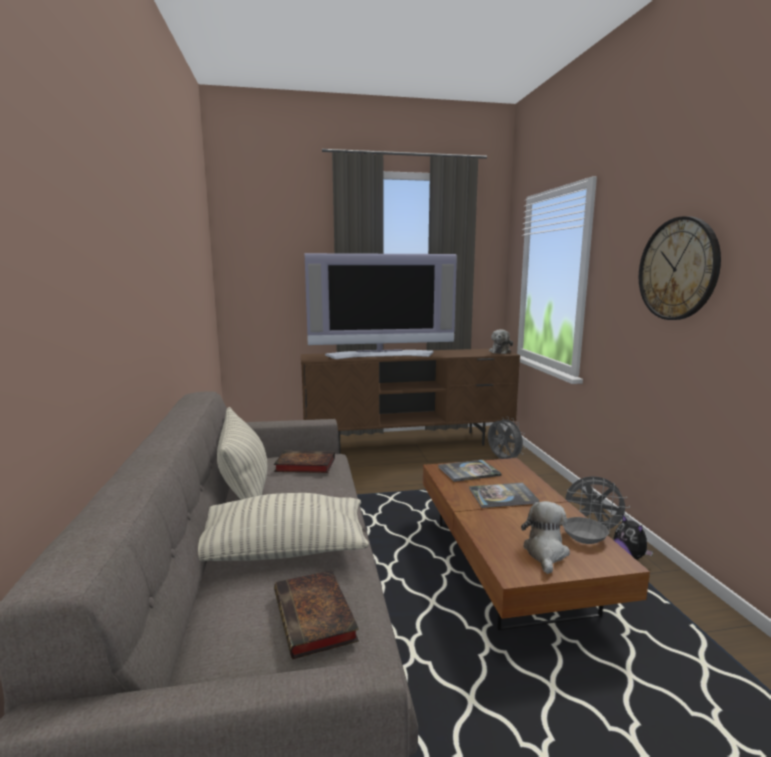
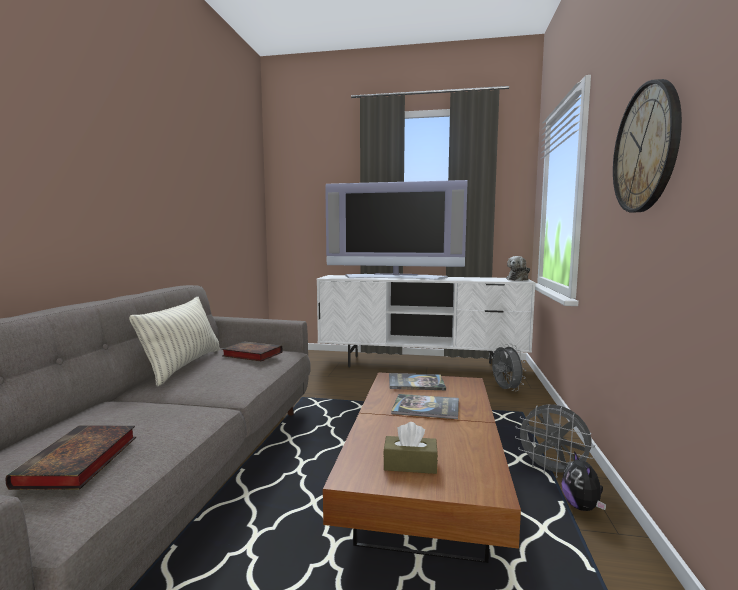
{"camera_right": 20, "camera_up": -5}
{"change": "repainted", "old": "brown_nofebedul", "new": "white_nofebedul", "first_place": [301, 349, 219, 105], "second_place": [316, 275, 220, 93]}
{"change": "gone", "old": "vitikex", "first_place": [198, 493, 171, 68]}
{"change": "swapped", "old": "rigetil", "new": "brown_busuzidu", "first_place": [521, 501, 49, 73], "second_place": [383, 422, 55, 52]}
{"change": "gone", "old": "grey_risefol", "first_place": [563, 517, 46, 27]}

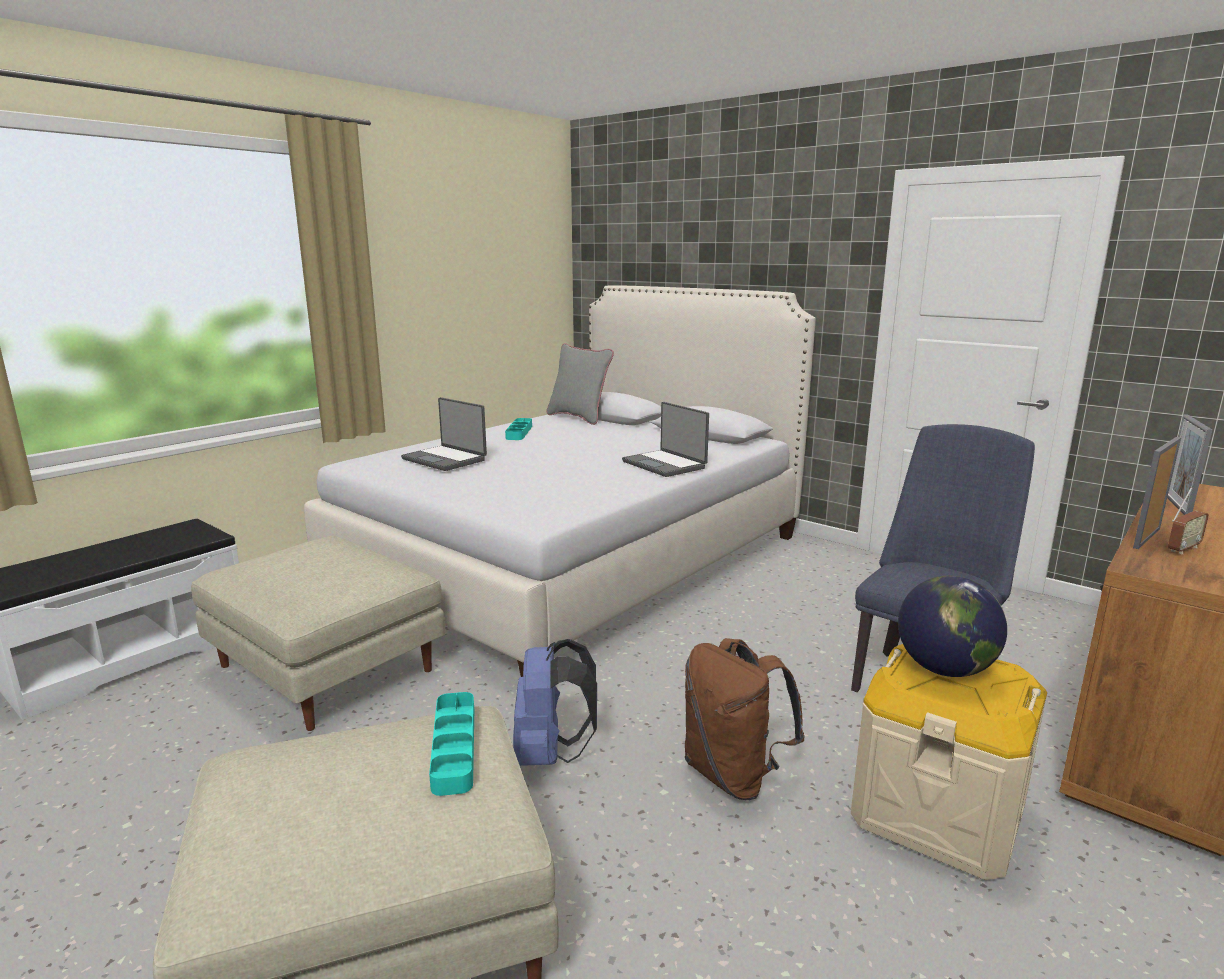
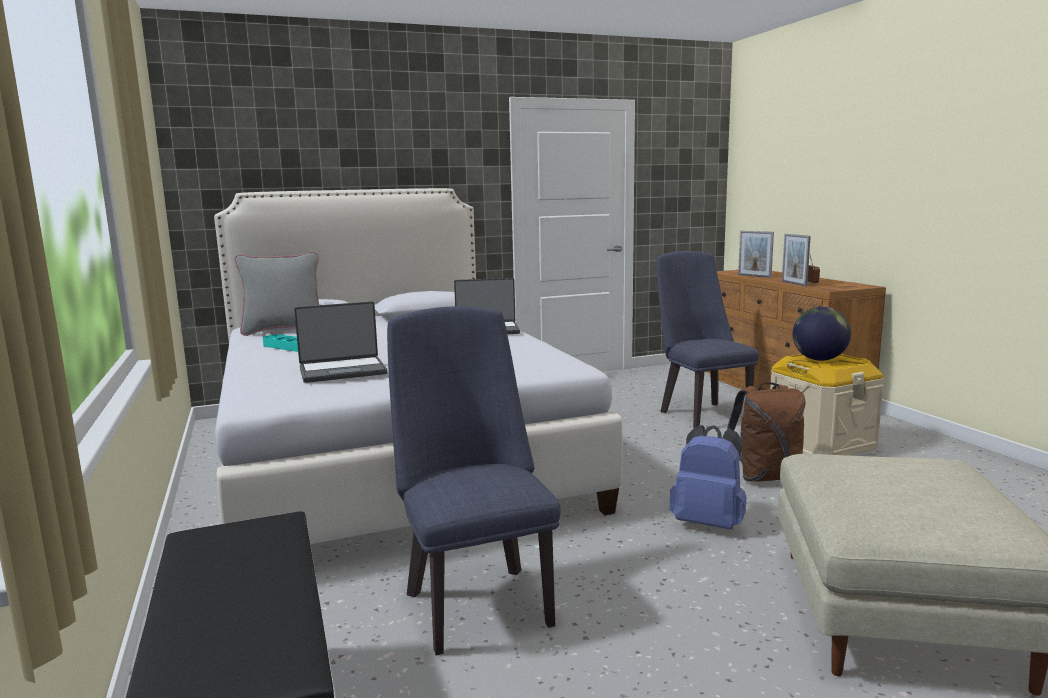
{"camera_right": -60, "camera_up": -5}
{"change": "swapped", "old": "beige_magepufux", "new": "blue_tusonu", "first_place": [191, 536, 254, 195], "second_place": [387, 307, 174, 348]}
{"change": "gone", "old": "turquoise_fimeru", "first_place": [429, 692, 45, 104]}

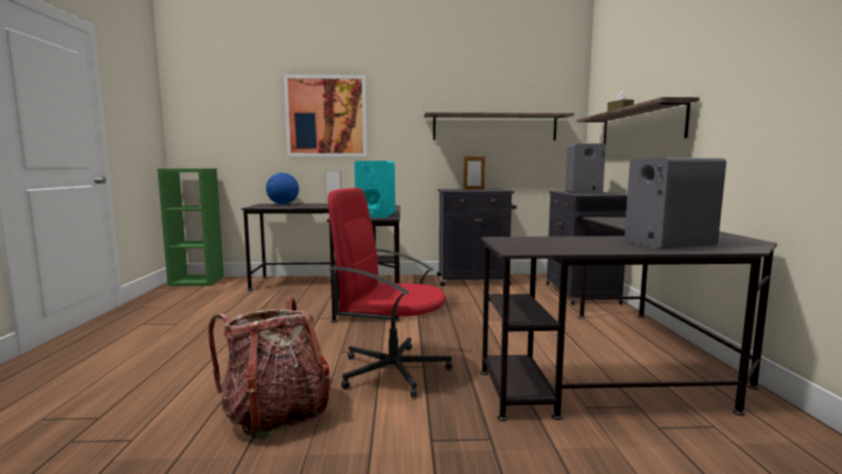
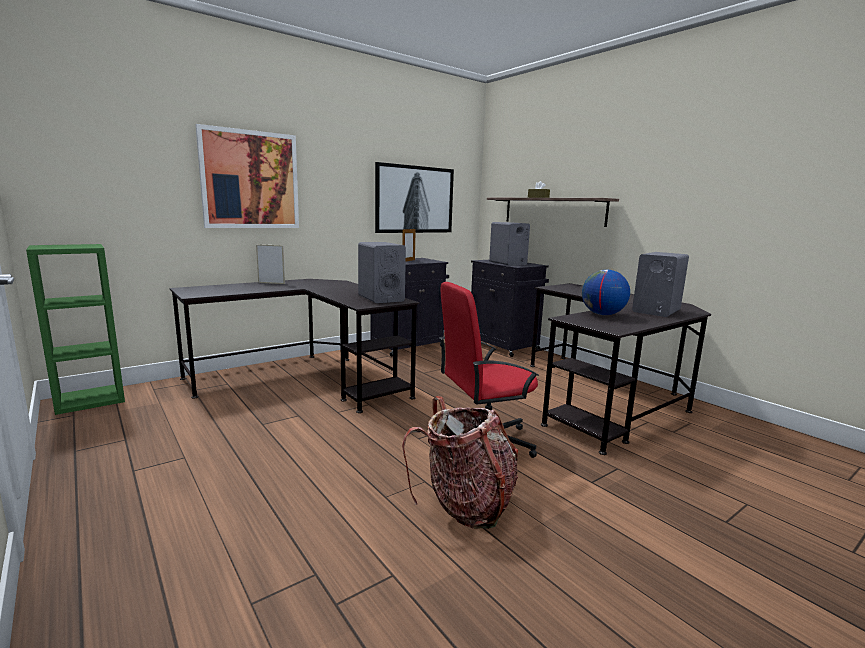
{"camera_right": -35, "camera_up": 5}
{"change": "swapped", "old": "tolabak", "new": "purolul", "first_place": [424, 112, 150, 29], "second_place": [375, 162, 79, 71]}
{"change": "repainted", "old": "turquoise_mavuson", "new": "grey_mavuson", "first_place": [354, 161, 41, 57], "second_place": [358, 242, 48, 61]}
{"change": "shifted", "old": "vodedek", "first_place": [266, 173, 33, 31], "second_place": [582, 270, 48, 45]}

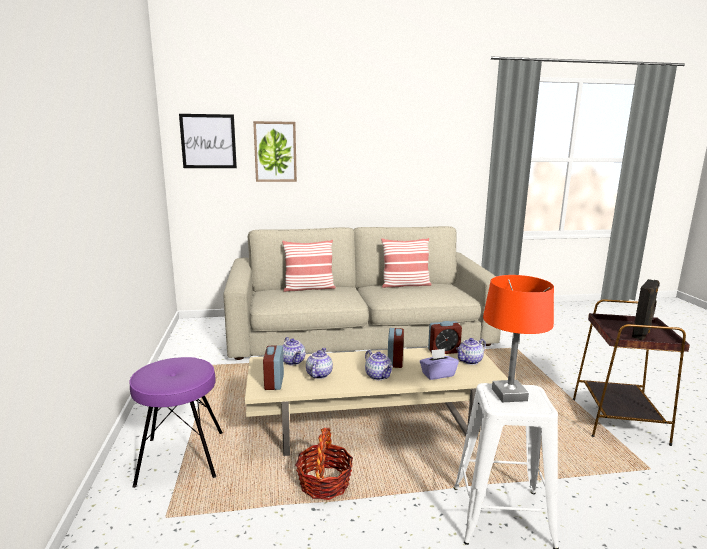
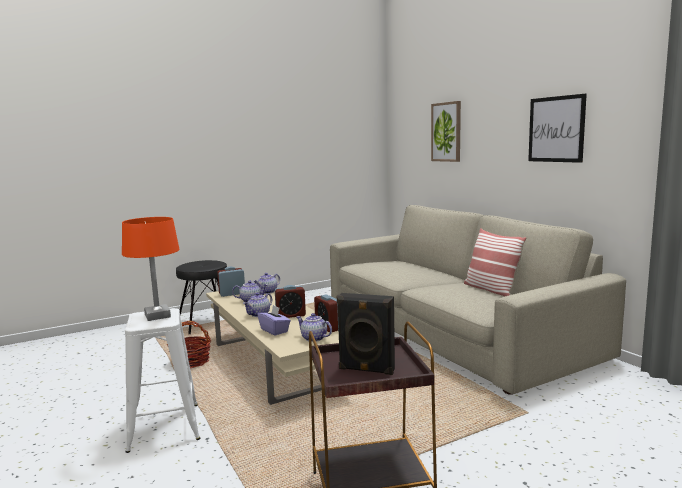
{"camera_right": 70, "camera_up": -5}
{"change": "shifted", "old": "purolul", "first_place": [179, 114, 58, 54], "second_place": [528, 94, 59, 69]}
{"change": "gone", "old": "vitikex", "first_place": [282, 240, 54, 52]}
{"change": "repainted", "old": "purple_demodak", "new": "black_demodak", "first_place": [129, 357, 94, 131], "second_place": [176, 260, 51, 74]}

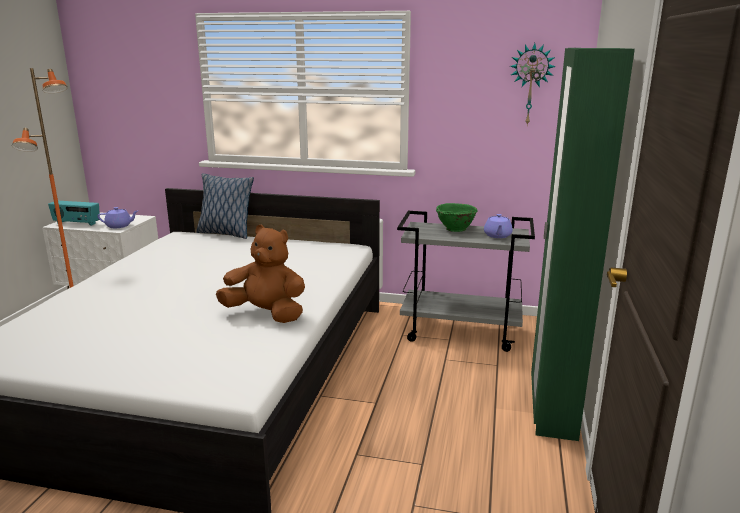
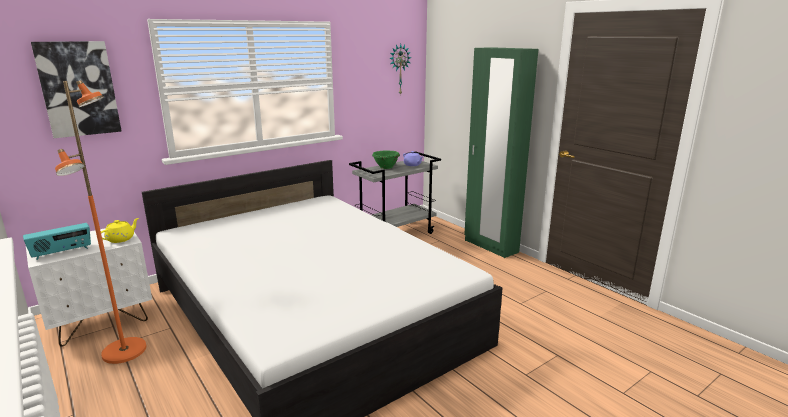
{"camera_right": -50, "camera_up": 0}
{"change": "gone", "old": "vitikex", "first_place": [196, 173, 58, 66]}
{"change": "repainted", "old": "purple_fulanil", "new": "yellow_fulanil", "first_place": [97, 207, 41, 21], "second_place": [101, 218, 38, 25]}
{"change": "gone", "old": "brown_rigetil", "first_place": [216, 225, 89, 98]}
{"change": "new", "new": "purolul", "second_place": [31, 41, 90, 97]}

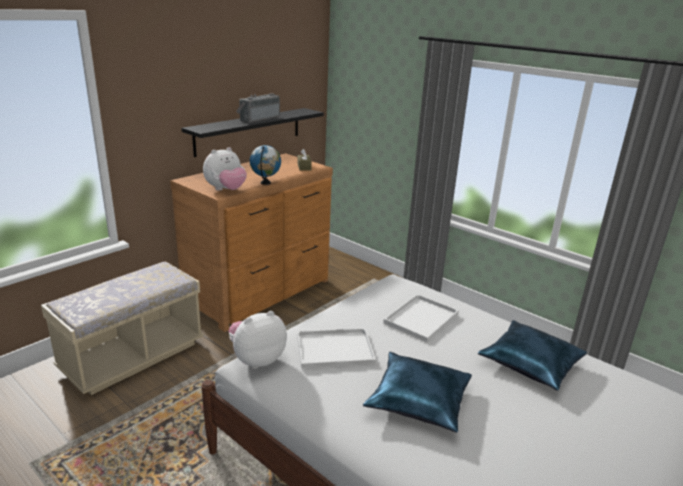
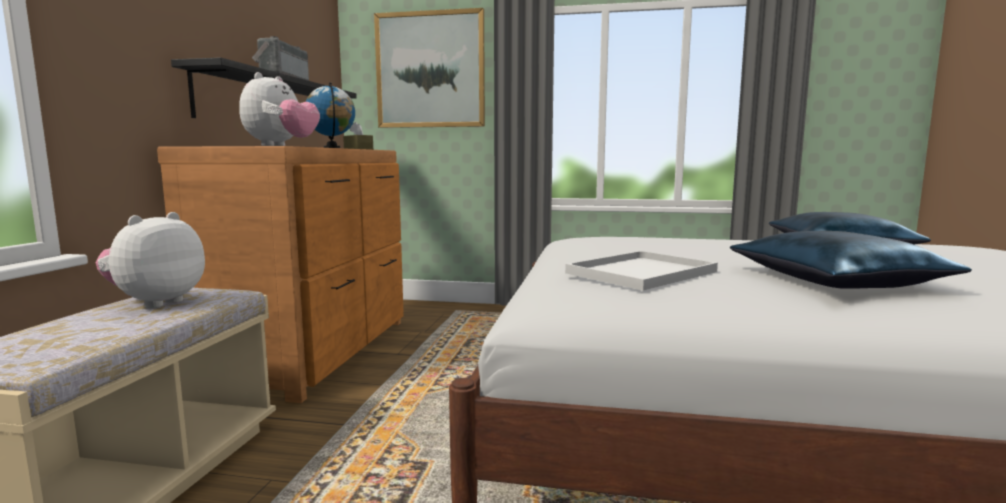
{"camera_right": -30, "camera_up": -15}
{"change": "gone", "old": "white_fimeru", "first_place": [383, 294, 76, 48]}
{"change": "shifted", "old": "rigetil", "first_place": [228, 311, 59, 58], "second_place": [96, 212, 109, 96]}
{"change": "new", "new": "purolul", "second_place": [374, 8, 111, 120]}

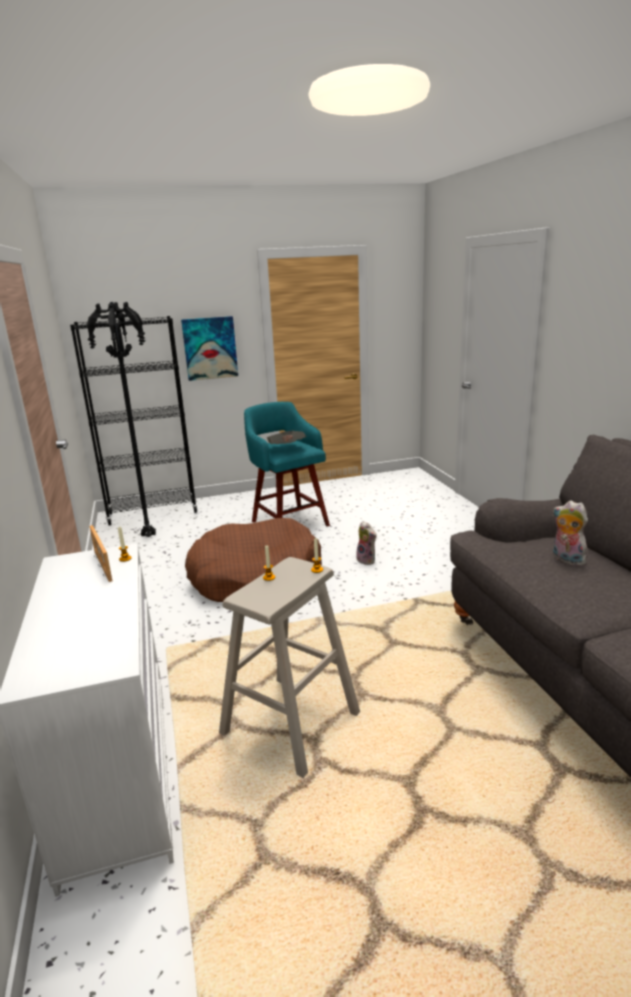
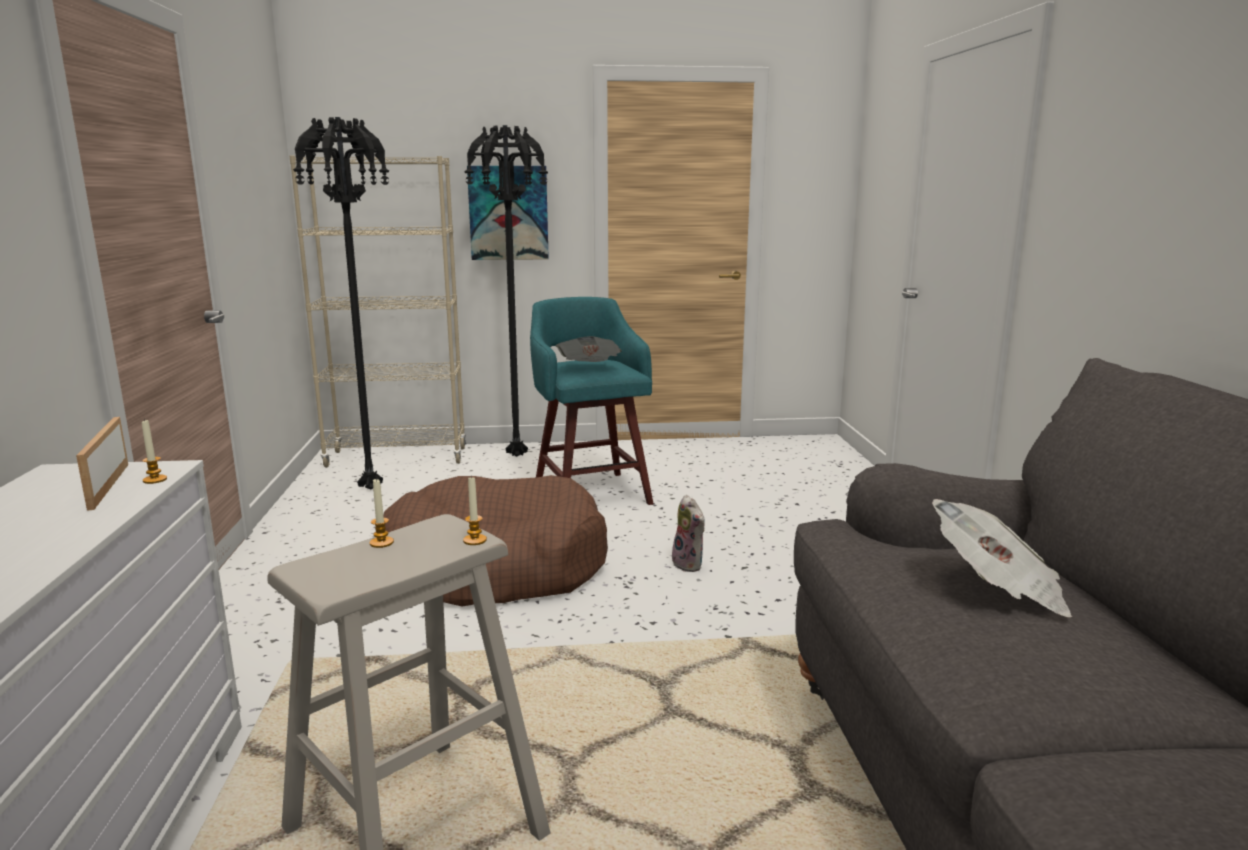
{"camera_right": 10, "camera_up": -5}
{"change": "repainted", "old": "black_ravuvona", "new": "beige_ravuvona", "first_place": [70, 316, 128, 210], "second_place": [289, 156, 177, 312]}
{"change": "swapped", "old": "rigetil", "new": "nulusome", "first_place": [553, 500, 35, 66], "second_place": [932, 499, 140, 118]}
{"change": "new", "new": "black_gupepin", "second_place": [464, 125, 84, 331]}

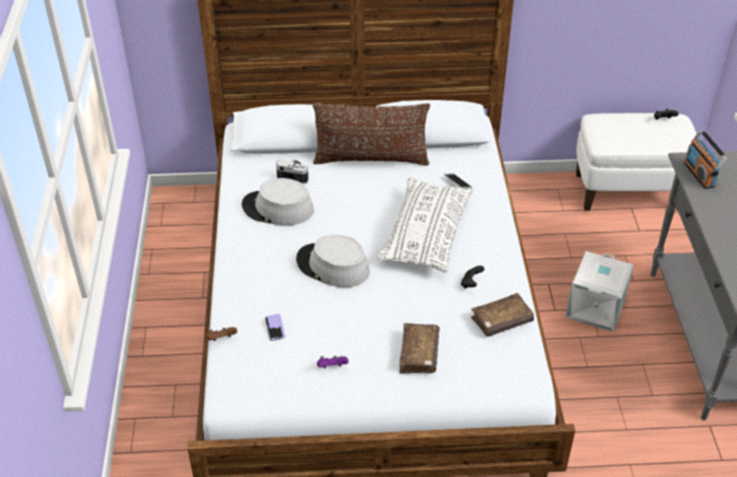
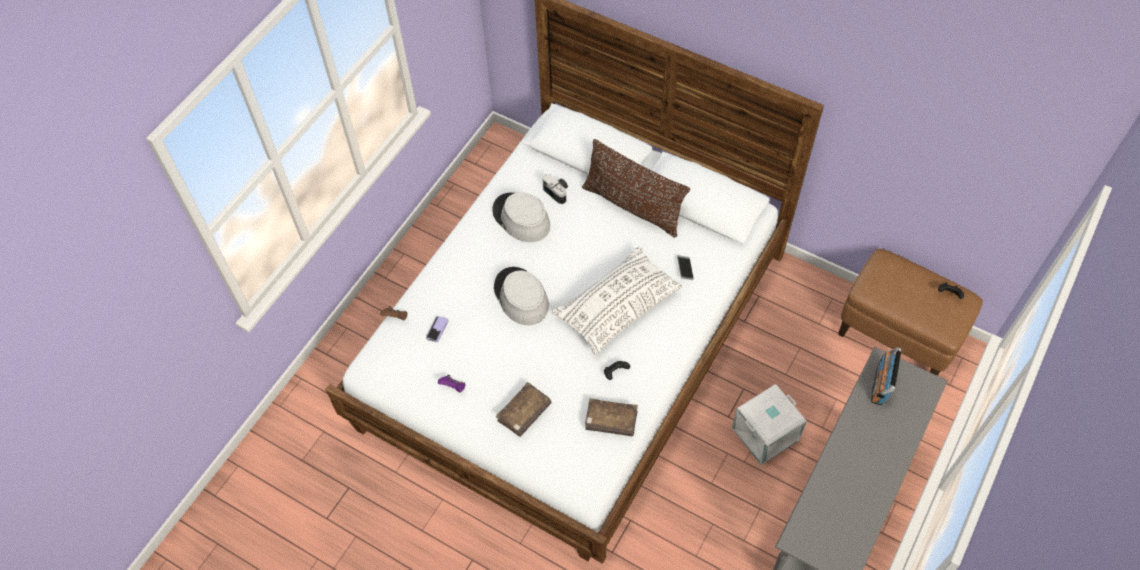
{"camera_right": 35, "camera_up": 15}
{"change": "repainted", "old": "white_magepufux", "new": "brown_magepufux", "first_place": [576, 113, 121, 98], "second_place": [838, 249, 145, 127]}

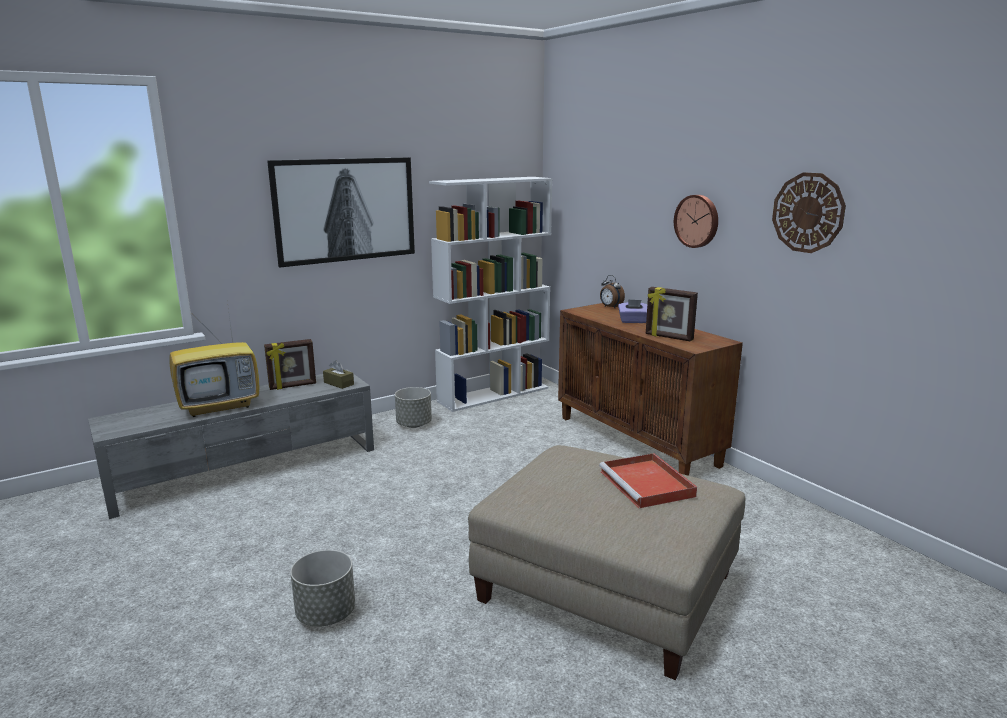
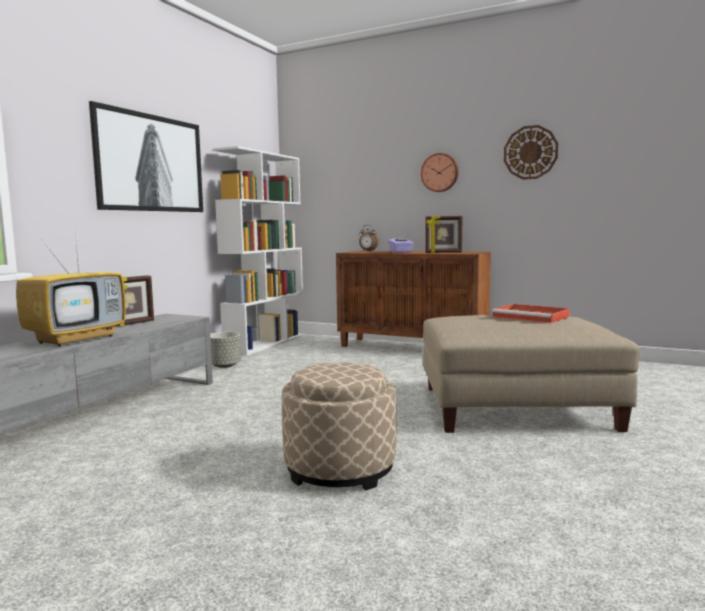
{"camera_right": -30, "camera_up": -10}
{"change": "gone", "old": "brown_busuzidu", "first_place": [323, 360, 31, 29]}
{"change": "swapped", "old": "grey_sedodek", "new": "beige_magepufux", "first_place": [290, 550, 65, 77], "second_place": [282, 363, 115, 127]}

